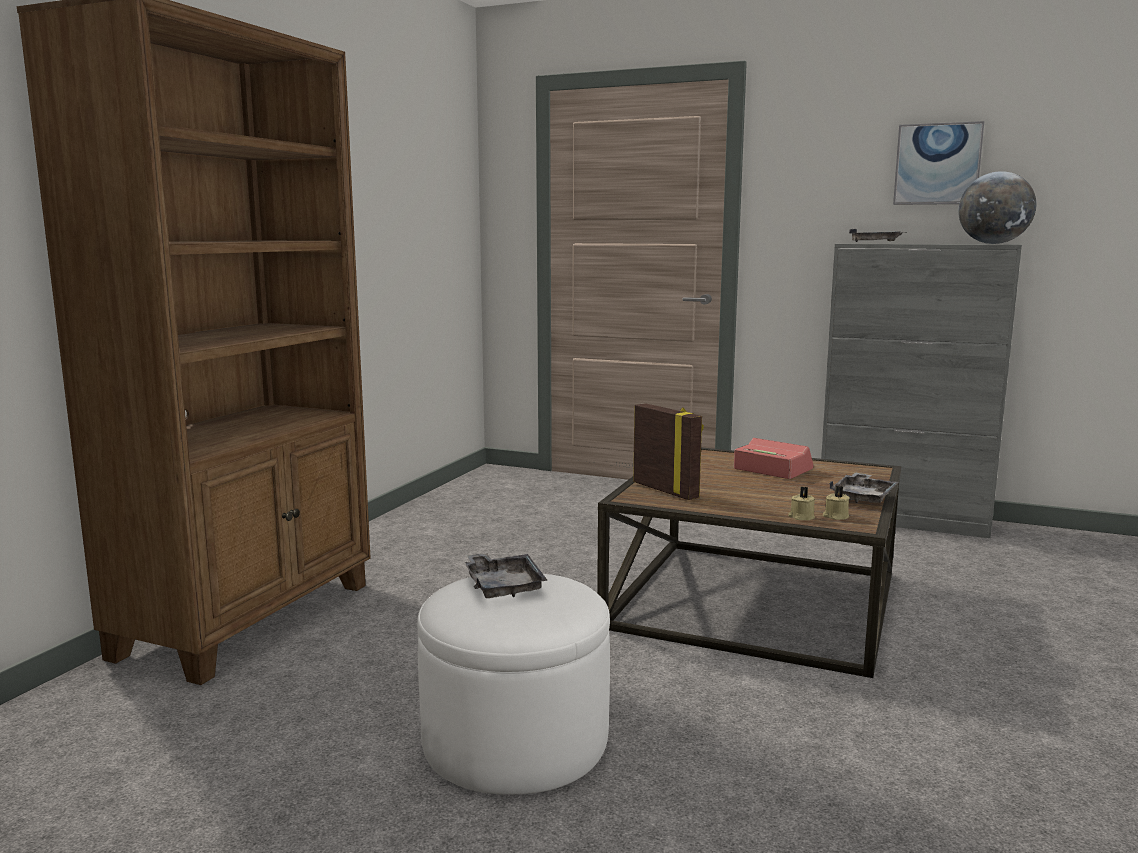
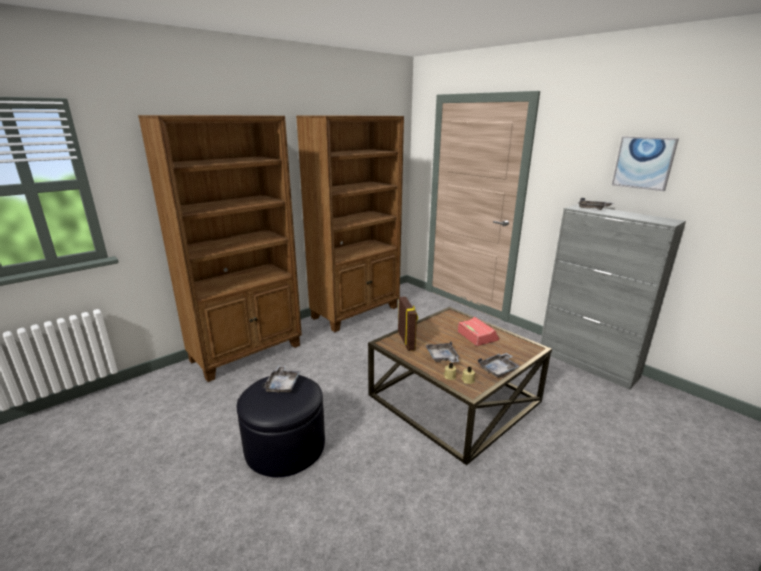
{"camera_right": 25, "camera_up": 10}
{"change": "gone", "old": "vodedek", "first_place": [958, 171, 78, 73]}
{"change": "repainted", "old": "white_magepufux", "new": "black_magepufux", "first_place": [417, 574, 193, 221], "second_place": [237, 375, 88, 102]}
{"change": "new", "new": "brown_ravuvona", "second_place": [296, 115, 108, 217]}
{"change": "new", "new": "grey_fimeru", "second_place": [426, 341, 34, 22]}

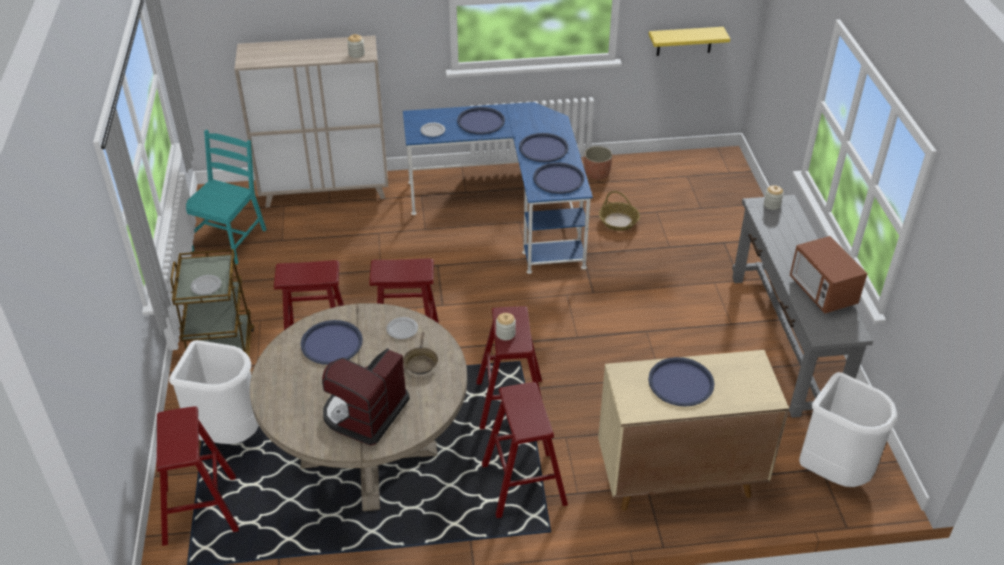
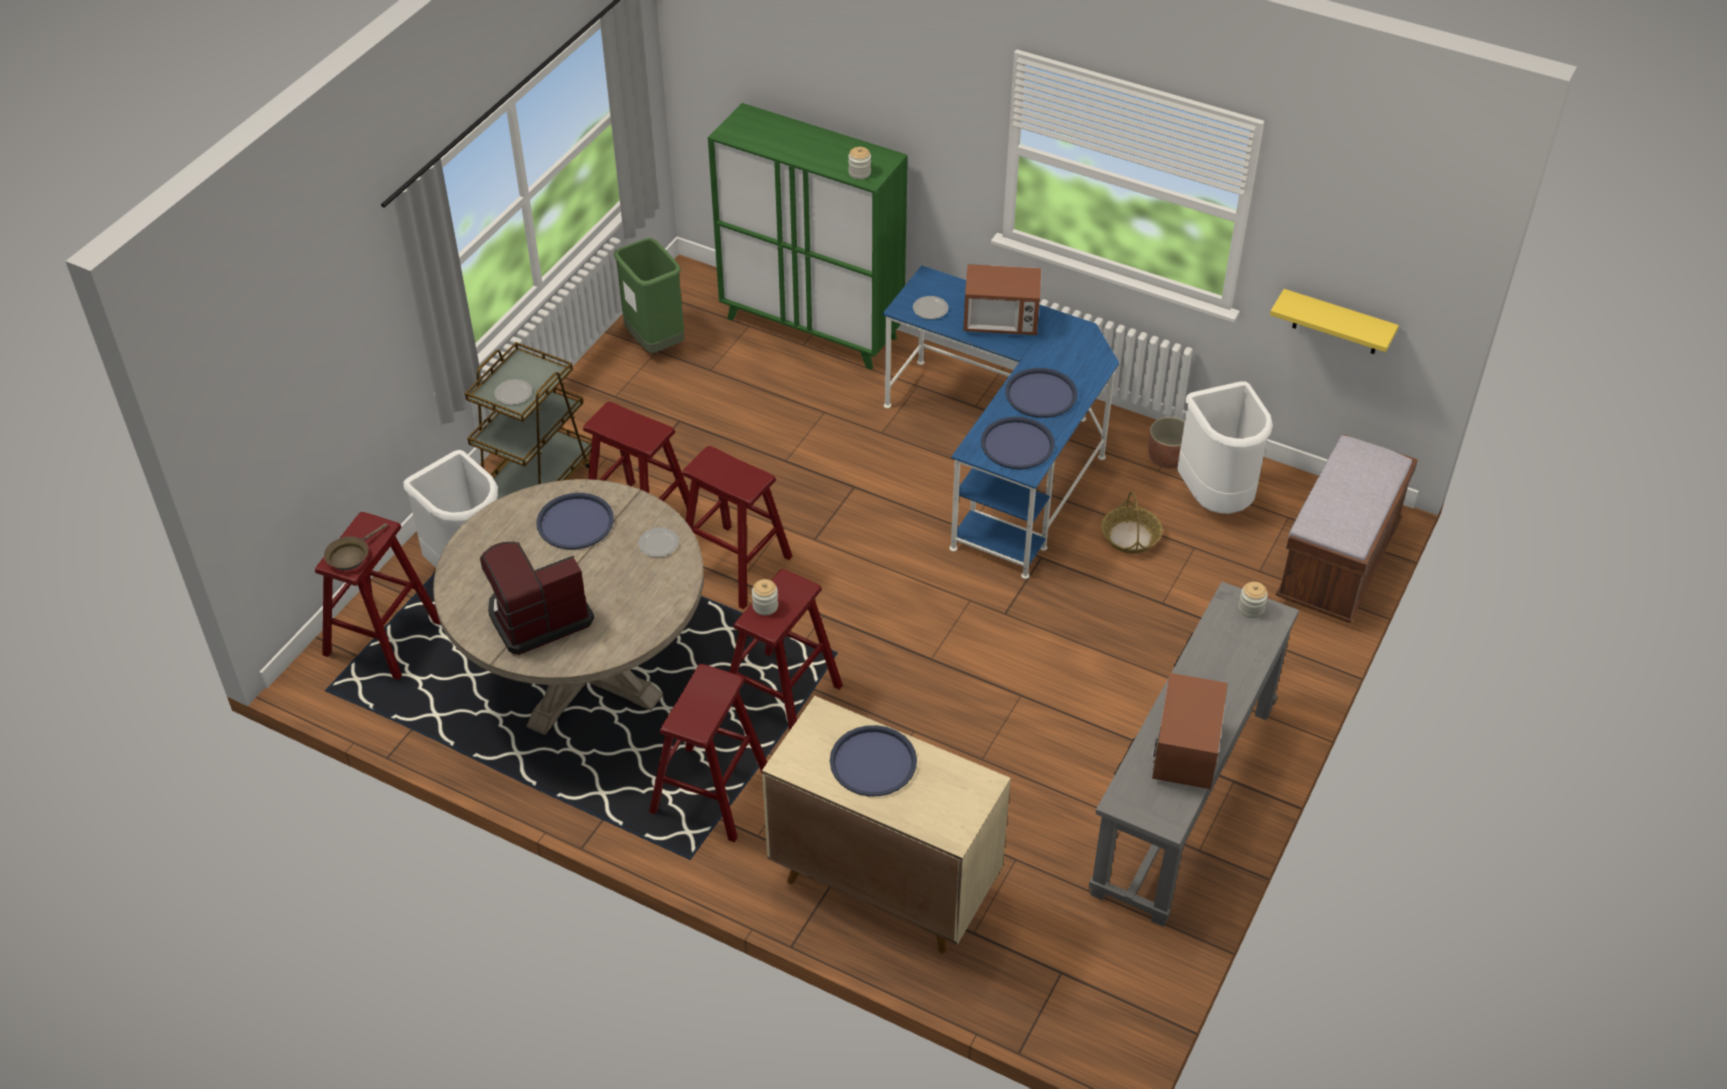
{"camera_right": 35, "camera_up": 5}
{"change": "repainted", "old": "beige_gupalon", "new": "green_gupalon", "first_place": [234, 35, 154, 173], "second_place": [708, 103, 200, 267]}
{"change": "swapped", "old": "blue_fimeru", "new": "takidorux", "first_place": [457, 107, 48, 28], "second_place": [963, 264, 78, 71]}
{"change": "swapped", "old": "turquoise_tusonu", "new": "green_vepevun", "first_place": [186, 130, 81, 134], "second_place": [614, 238, 71, 115]}
{"change": "shifted", "old": "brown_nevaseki", "first_place": [403, 332, 35, 43], "second_place": [324, 523, 64, 48]}
{"change": "shifted", "old": "white_vepevun", "first_place": [799, 372, 99, 115], "second_place": [1177, 381, 96, 133]}
{"change": "new", "new": "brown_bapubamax", "second_place": [1276, 434, 142, 189]}

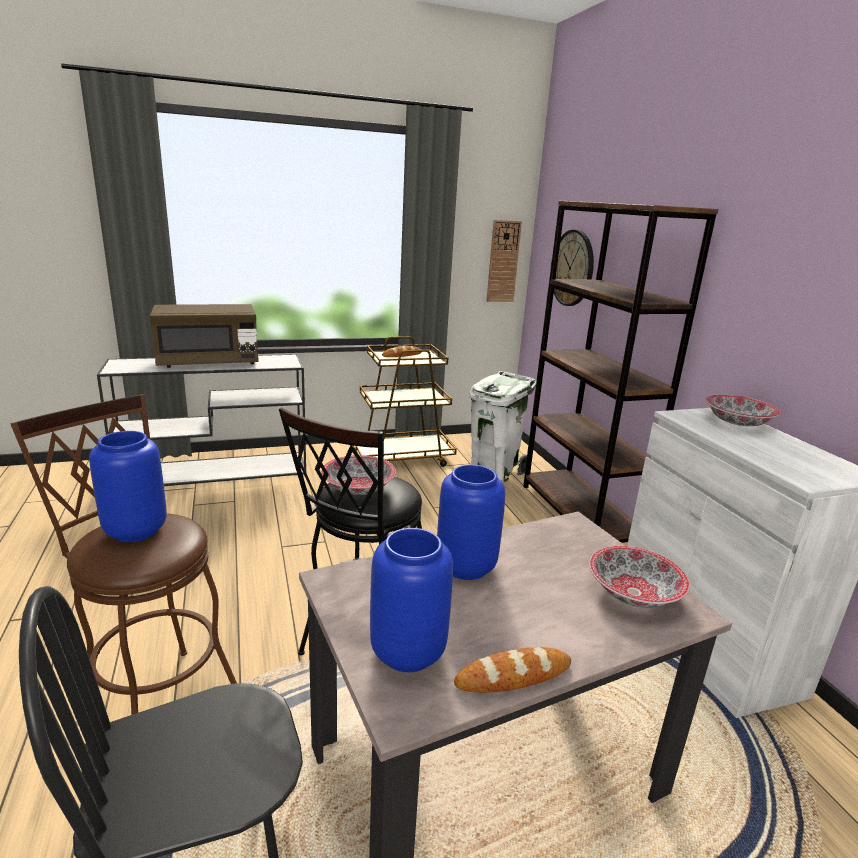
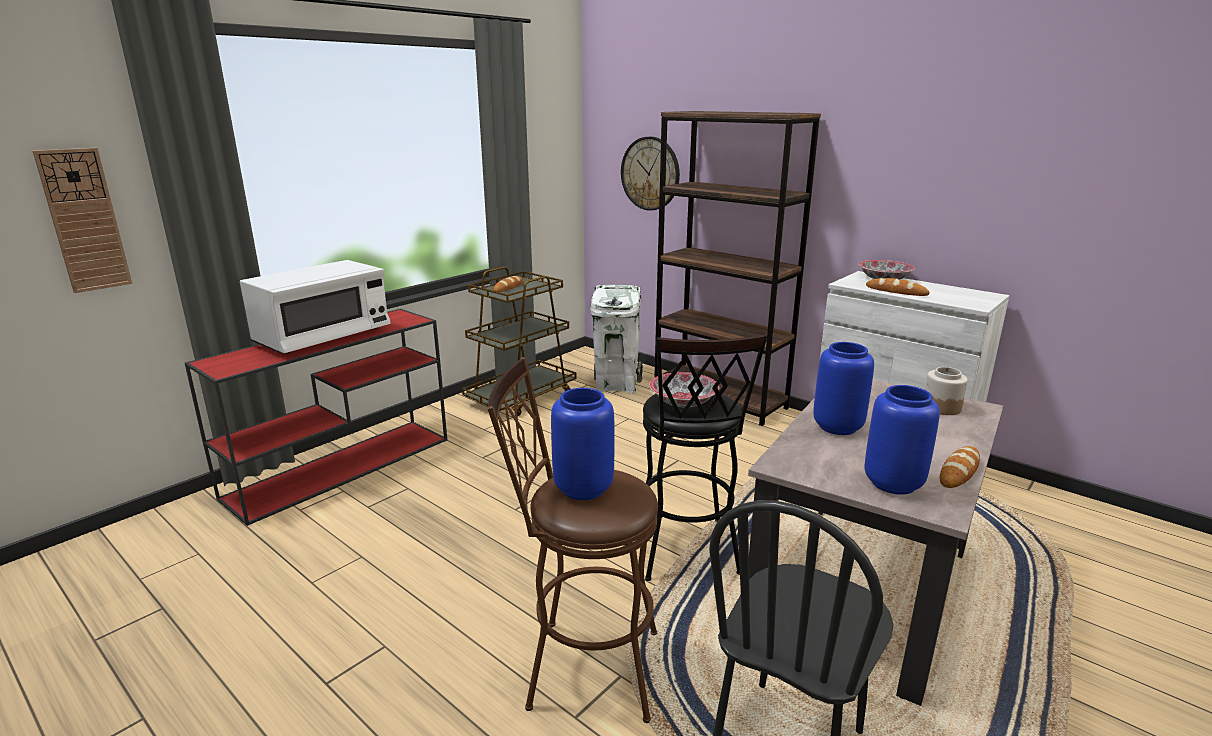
{"camera_right": -30, "camera_up": 0}
{"change": "shifted", "old": "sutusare", "first_place": [487, 220, 35, 82], "second_place": [33, 148, 99, 145]}
{"change": "repainted", "old": "brown_takidorux", "new": "white_takidorux", "first_place": [150, 304, 109, 64], "second_place": [240, 260, 151, 94]}
{"change": "repainted", "old": "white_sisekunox", "new": "red_sisekunox", "first_place": [97, 354, 209, 132], "second_place": [185, 309, 262, 217]}
{"change": "swapped", "old": "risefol", "new": "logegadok", "first_place": [589, 546, 100, 62], "second_place": [924, 367, 44, 48]}
{"change": "new", "new": "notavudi", "second_place": [866, 278, 64, 18]}

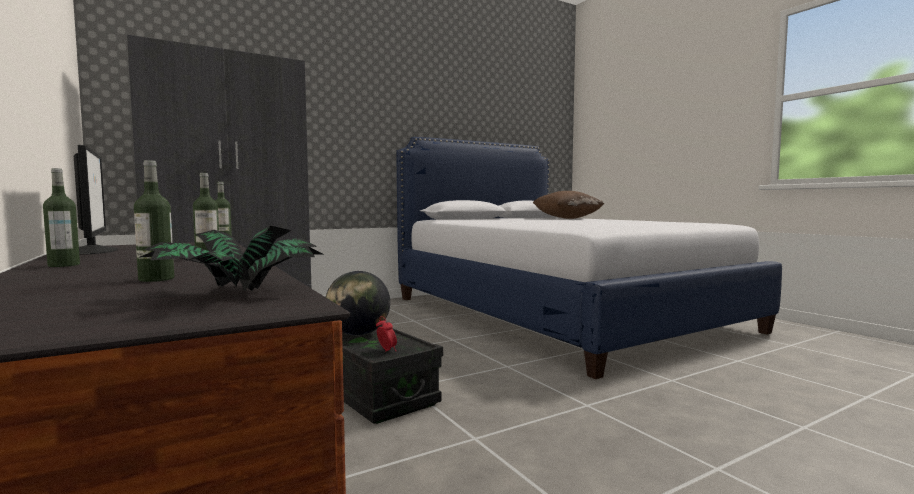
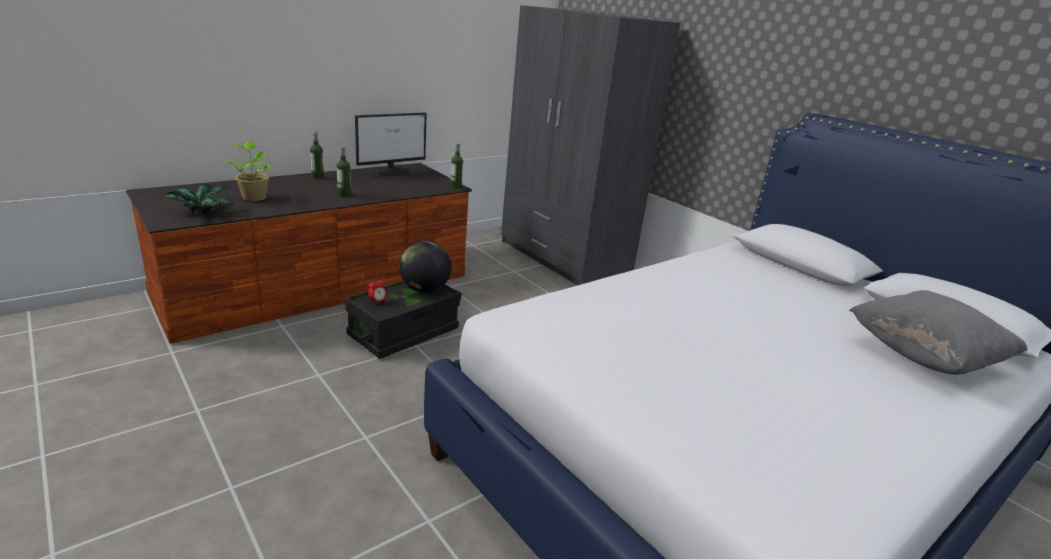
{"camera_right": 80, "camera_up": 20}
{"change": "swapped", "old": "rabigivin", "new": "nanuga", "first_place": [134, 160, 40, 122], "second_place": [225, 141, 48, 60]}
{"change": "repainted", "old": "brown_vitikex", "new": "grey_vitikex", "first_place": [533, 191, 71, 28], "second_place": [849, 290, 179, 85]}

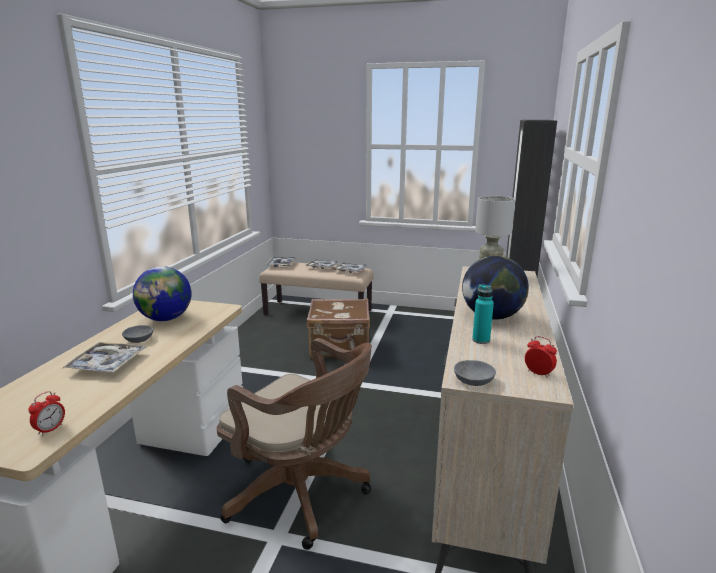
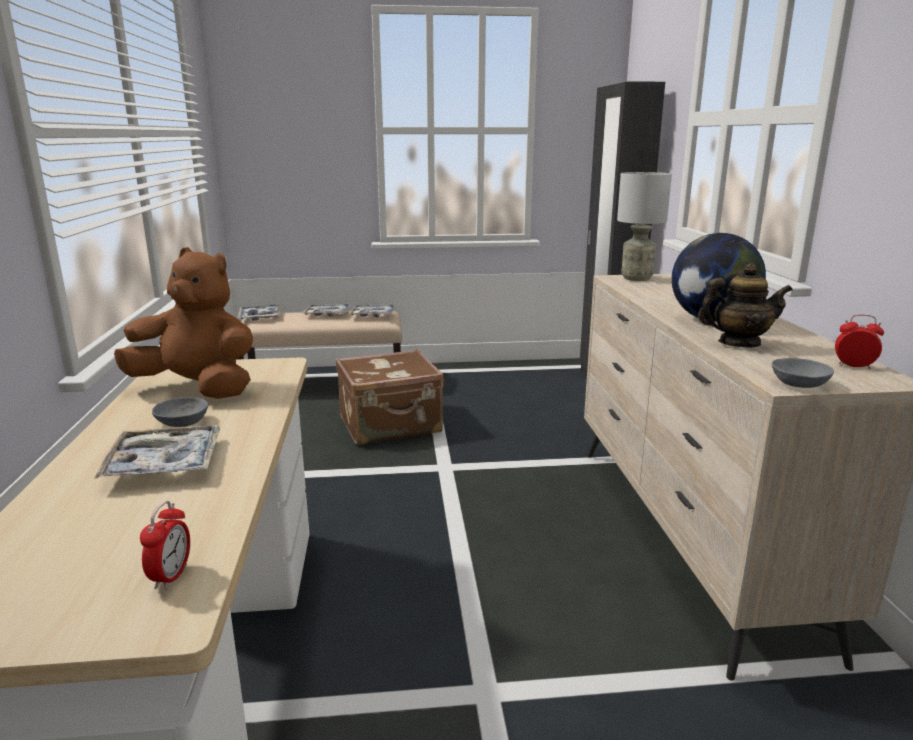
{"camera_right": -20, "camera_up": 0}
{"change": "swapped", "old": "vodedek", "new": "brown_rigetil", "first_place": [133, 266, 59, 55], "second_place": [114, 247, 139, 152]}
{"change": "swapped", "old": "turquoise_rabigivin", "new": "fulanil", "first_place": [472, 284, 22, 60], "second_place": [698, 263, 95, 84]}
{"change": "gone", "old": "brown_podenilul", "first_place": [217, 338, 155, 212]}

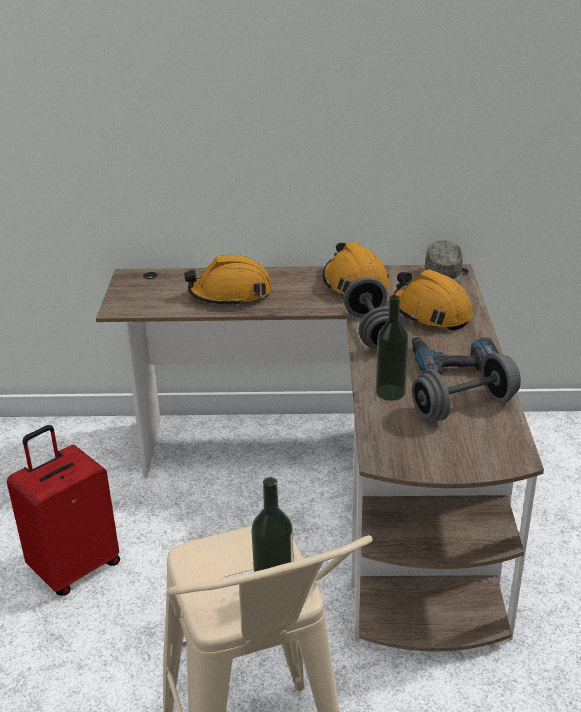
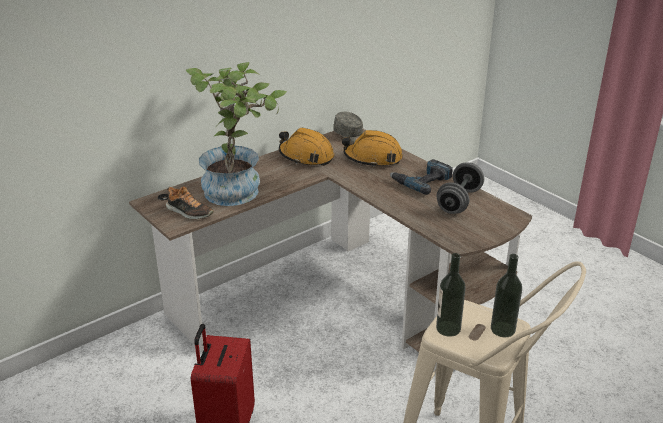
{"camera_right": -40, "camera_up": 0}
{"change": "swapped", "old": "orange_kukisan", "new": "nanuga", "first_place": [184, 255, 88, 52], "second_place": [186, 62, 101, 144]}
{"change": "gone", "old": "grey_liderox", "first_place": [344, 277, 61, 72]}
{"change": "shifted", "old": "rabigivin", "first_place": [376, 295, 32, 106], "second_place": [436, 253, 30, 84]}
{"change": "new", "new": "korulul", "second_place": [166, 186, 48, 33]}

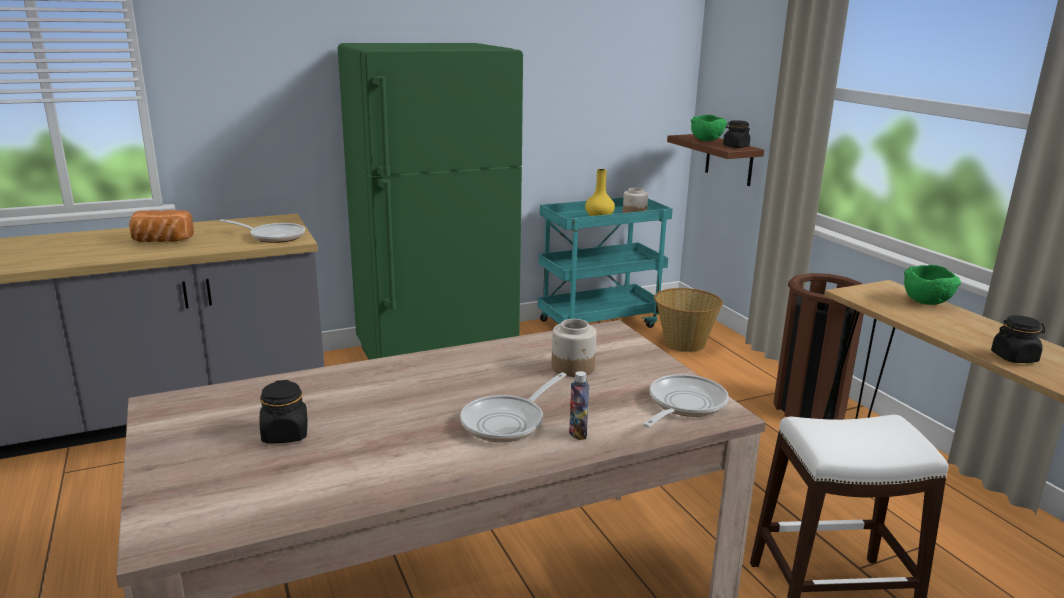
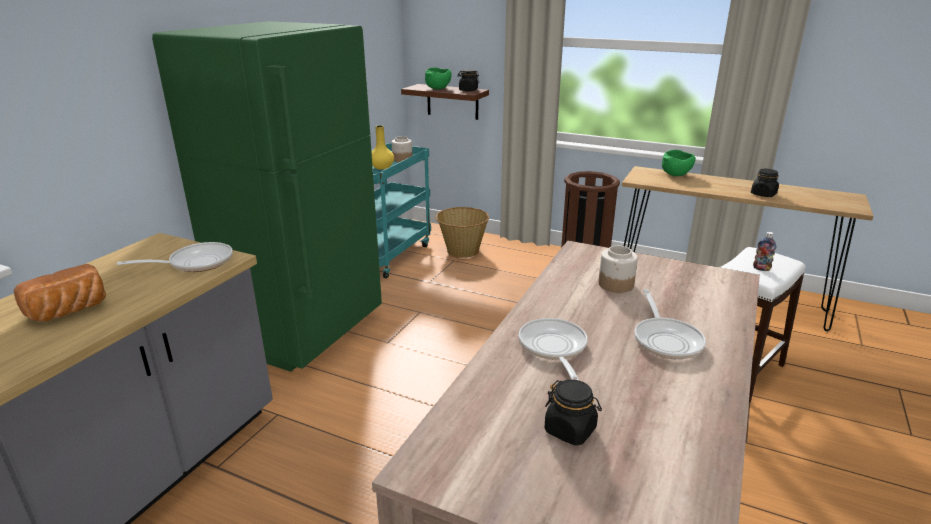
{"camera_right": -40, "camera_up": 5}
{"change": "shifted", "old": "rabigivin", "first_place": [569, 371, 20, 69], "second_place": [753, 232, 23, 39]}
{"change": "shifted", "old": "nevaseki", "first_place": [643, 374, 86, 54], "second_place": [518, 318, 70, 62]}

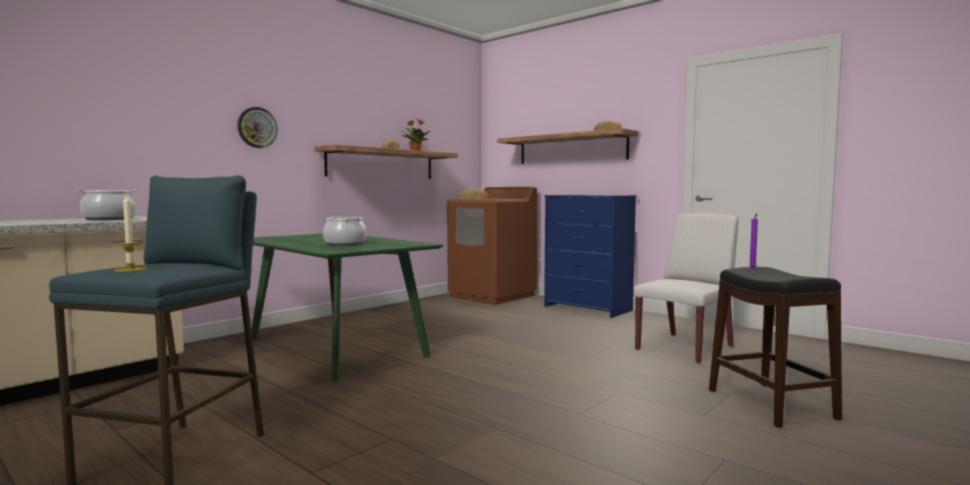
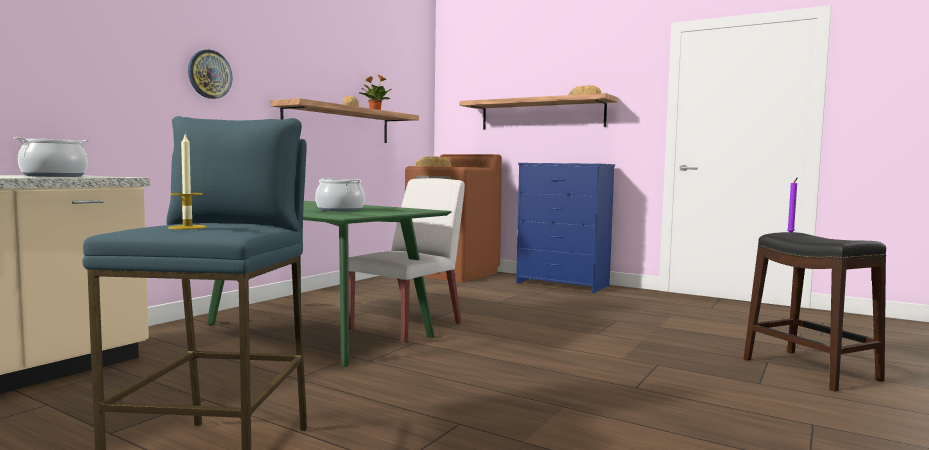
{"camera_right": -10, "camera_up": 0}
{"change": "shifted", "old": "white_tusonu", "first_place": [633, 214, 105, 150], "second_place": [348, 178, 117, 166]}

